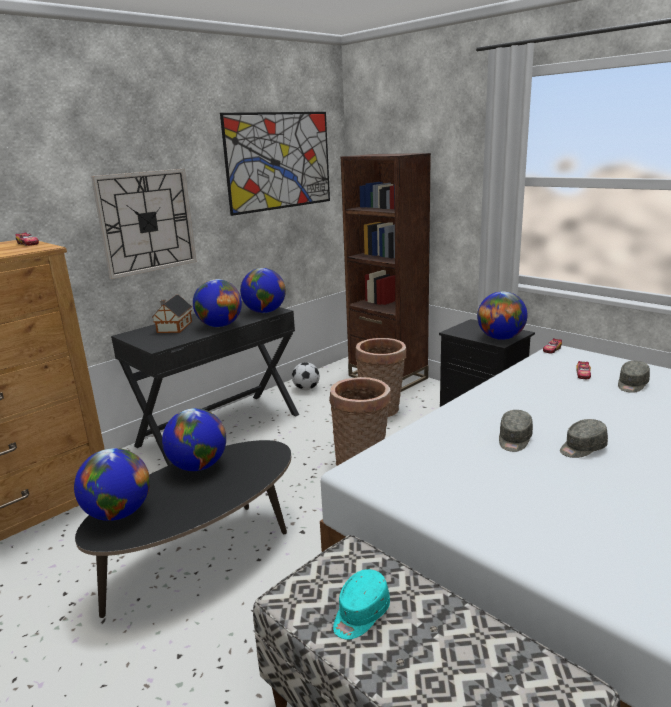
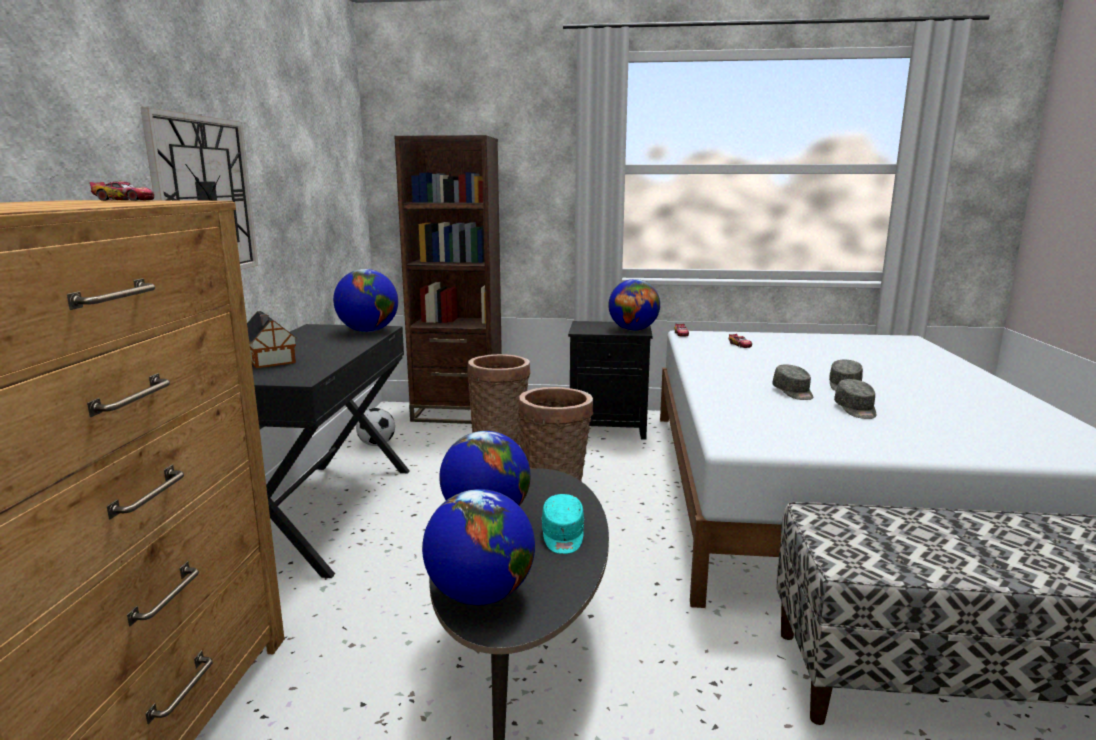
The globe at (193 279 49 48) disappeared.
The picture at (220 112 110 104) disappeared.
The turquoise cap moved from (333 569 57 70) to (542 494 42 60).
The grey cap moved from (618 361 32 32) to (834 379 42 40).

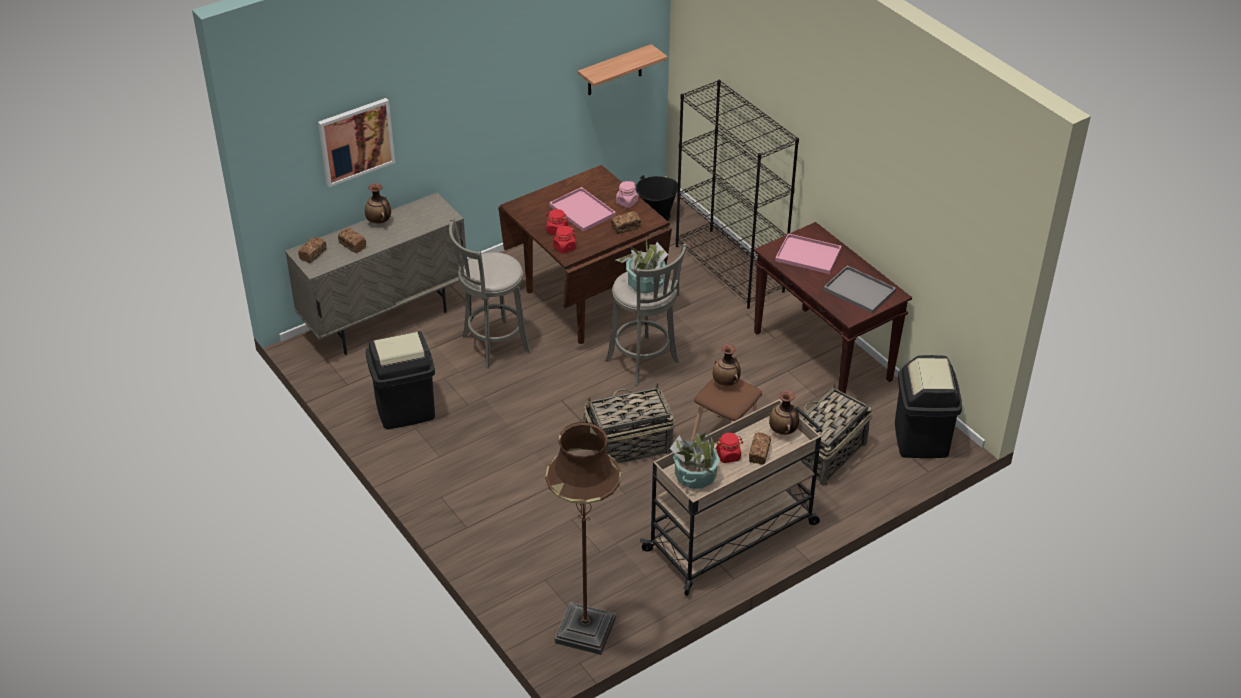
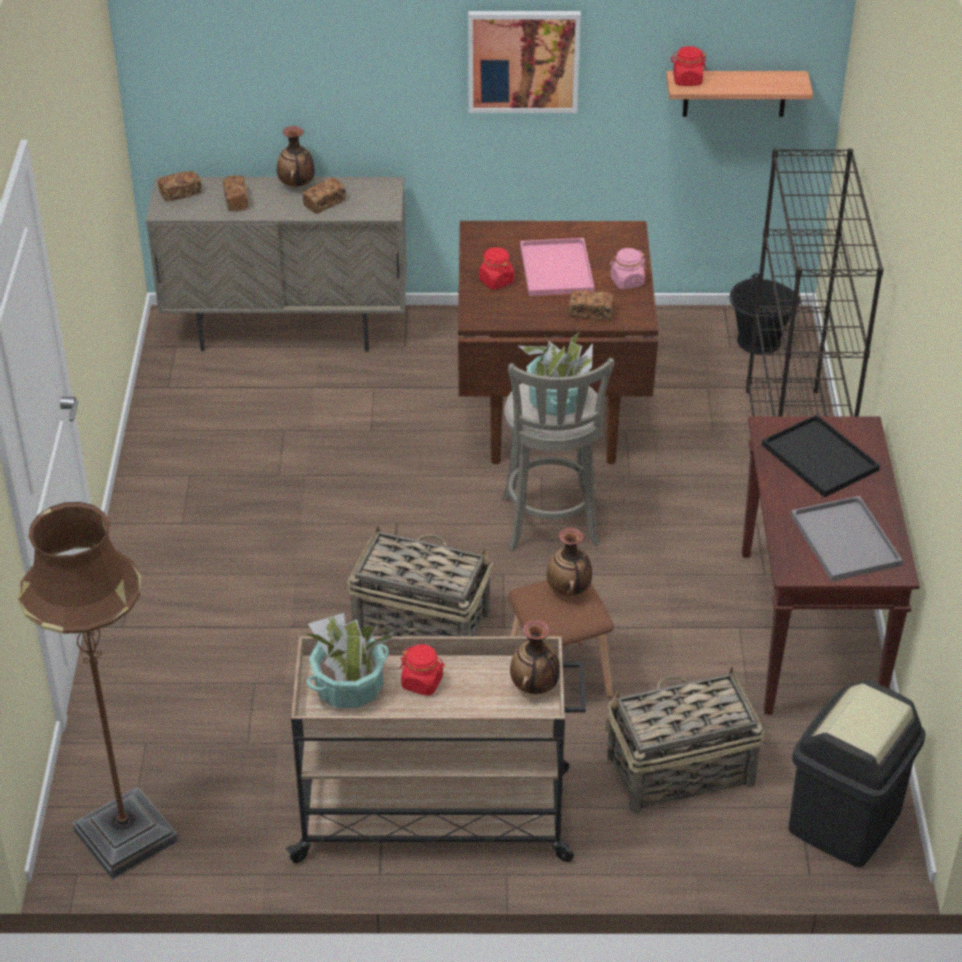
The picture moved from (318 98 77 89) to (468 11 113 102).
The black trash can at (365 331 70 98) disappeared.
The grey stool at (449 219 82 149) disappeared.
The red jar moved from (553 226 23 27) to (670 46 37 40).
The bread moved from (749 432 22 33) to (303 178 43 36).
The pink tray at (775 233 67 41) became the black tray at (762 414 118 84).

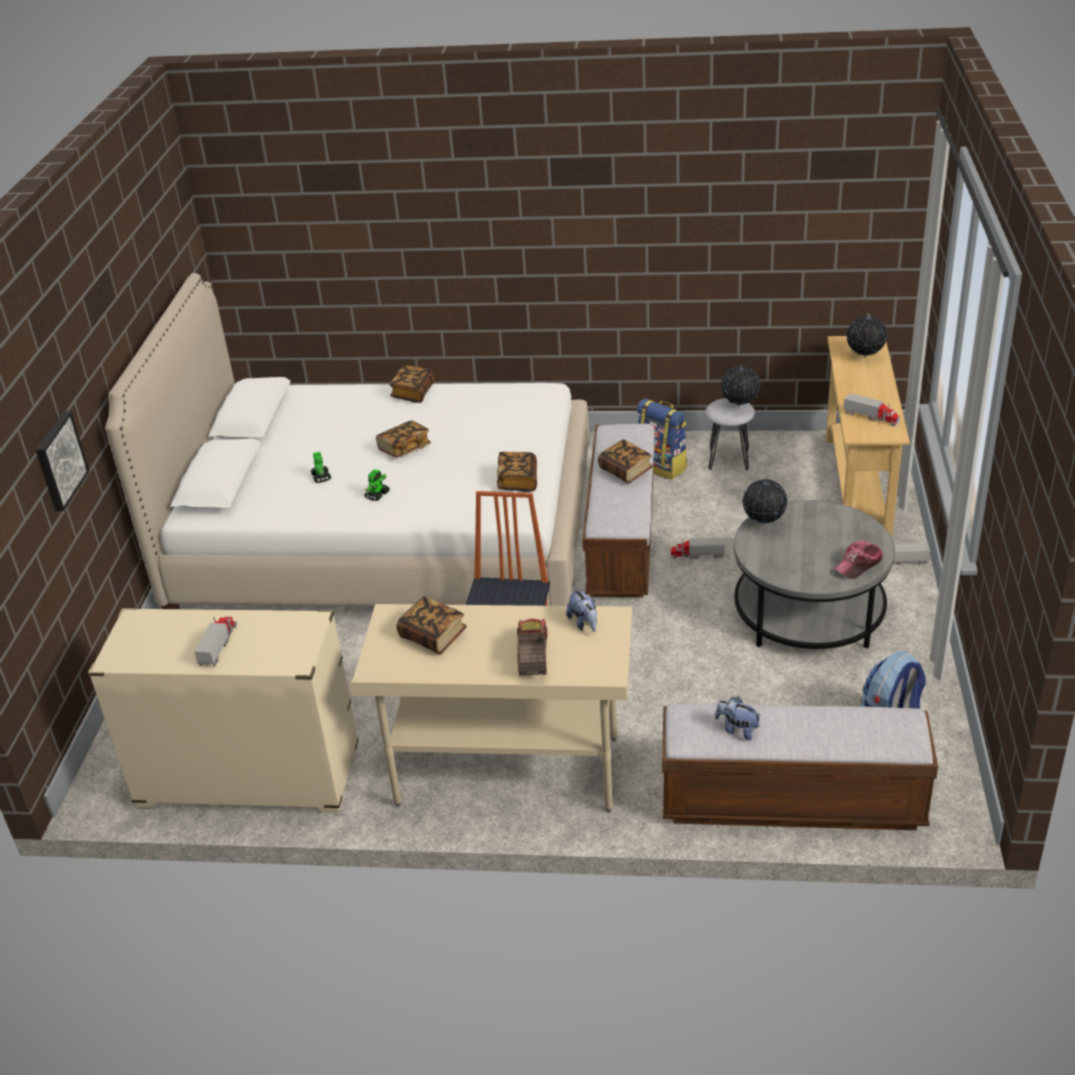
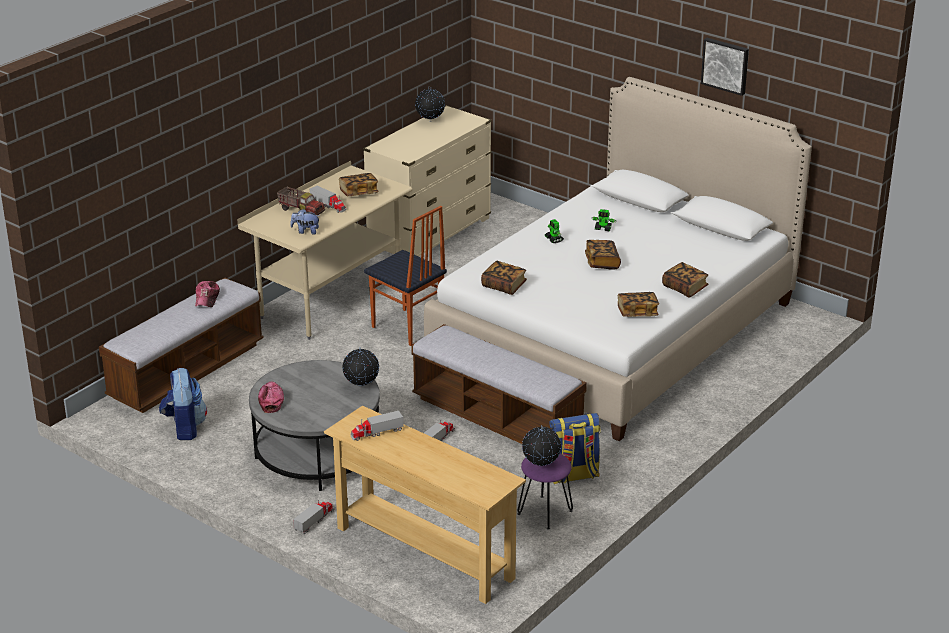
The picture moved from (36 412 54 99) to (701 38 48 58).
The toy truck moved from (195 616 42 51) to (310 186 37 27).
The book moved from (598 439 55 45) to (618 292 41 25).
The grey stool at (705 398 50 72) became the purple stool at (517 454 56 76).
The plush toy at (715 696 47 44) was replaced by the cap at (195 281 25 26).
The globe moved from (847 313 40 45) to (415 86 30 35).

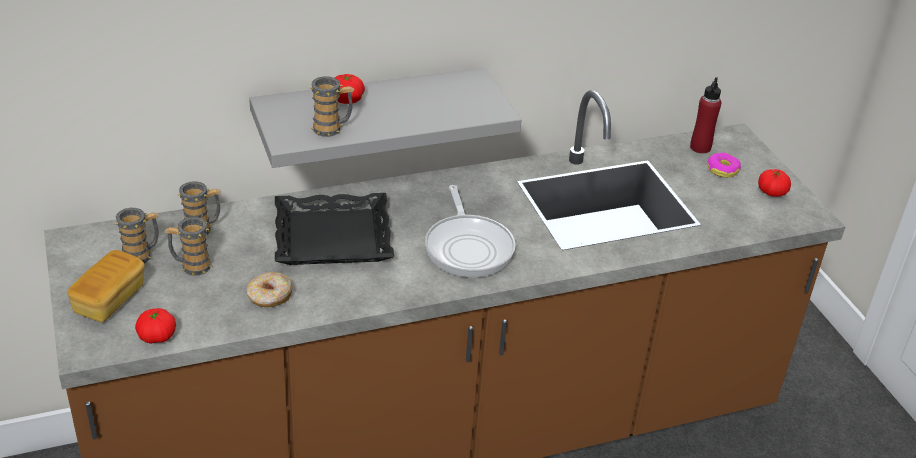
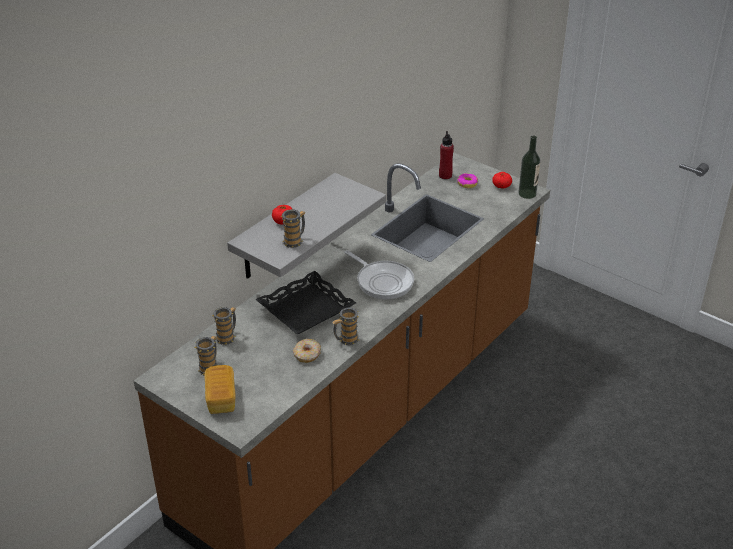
The tomato at (135 308 41 36) disappeared.
The mug moved from (165 217 48 59) to (332 307 27 38).
The bottle at (518 135 22 64) appeared.

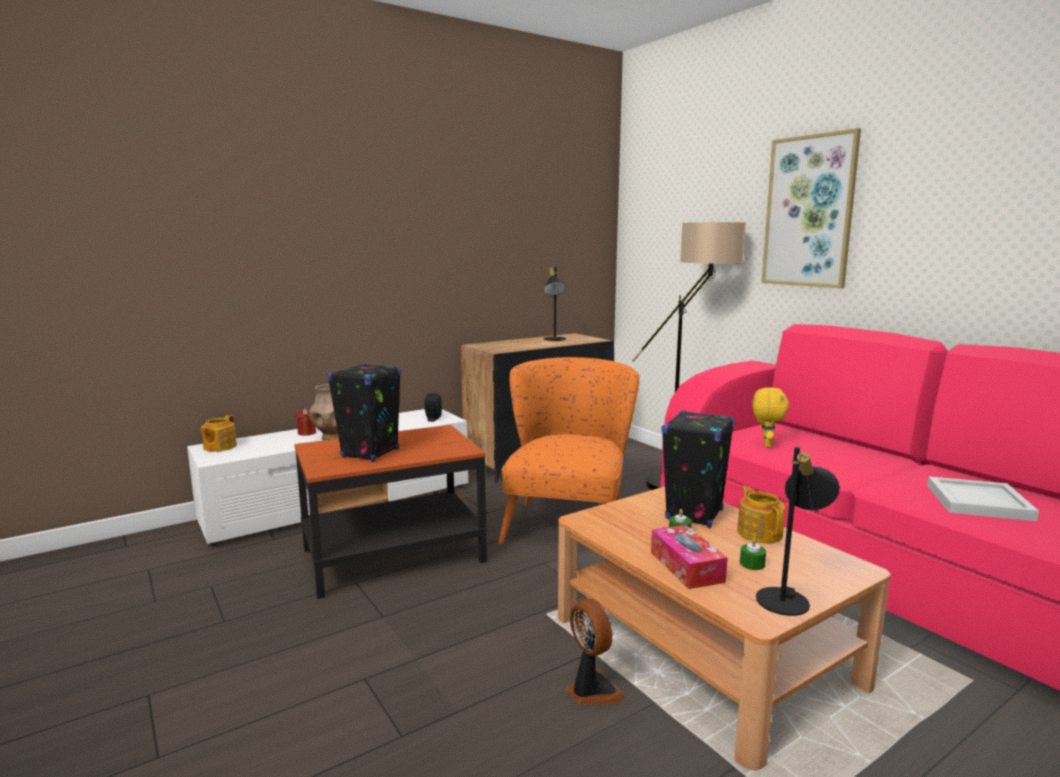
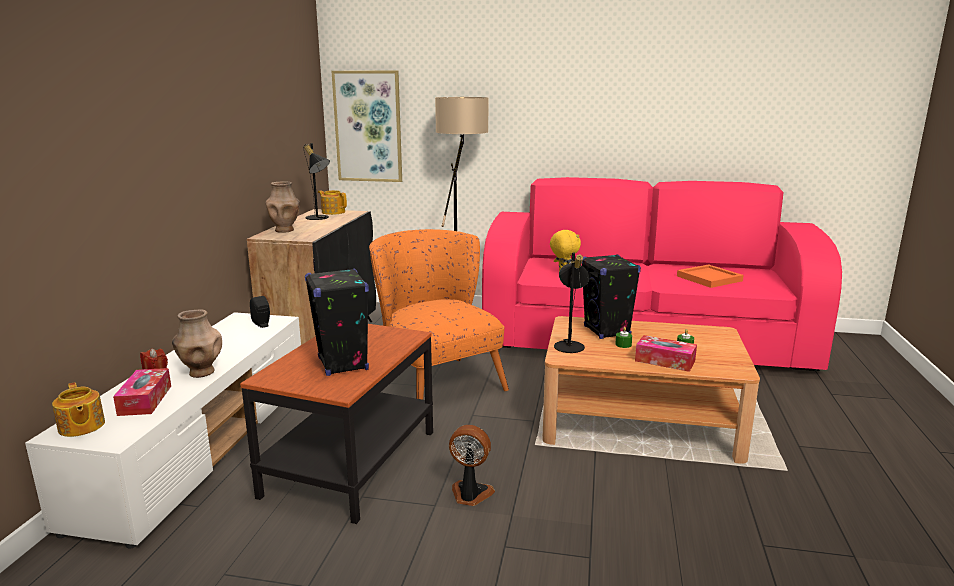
The fan moved from (567 598 58 107) to (449 425 46 81).
The teapot moved from (737 486 48 57) to (318 190 29 25).
The black table lamp moved from (756 447 84 169) to (554 252 35 101).
The picture moved from (762 128 99 160) to (331 71 71 111).
The white tray at (927 476 112 45) became the orange tray at (677 264 67 24).
The tissue box at (113 368 58 48) appeared.
The brown vase at (266 181 34 52) appeared.

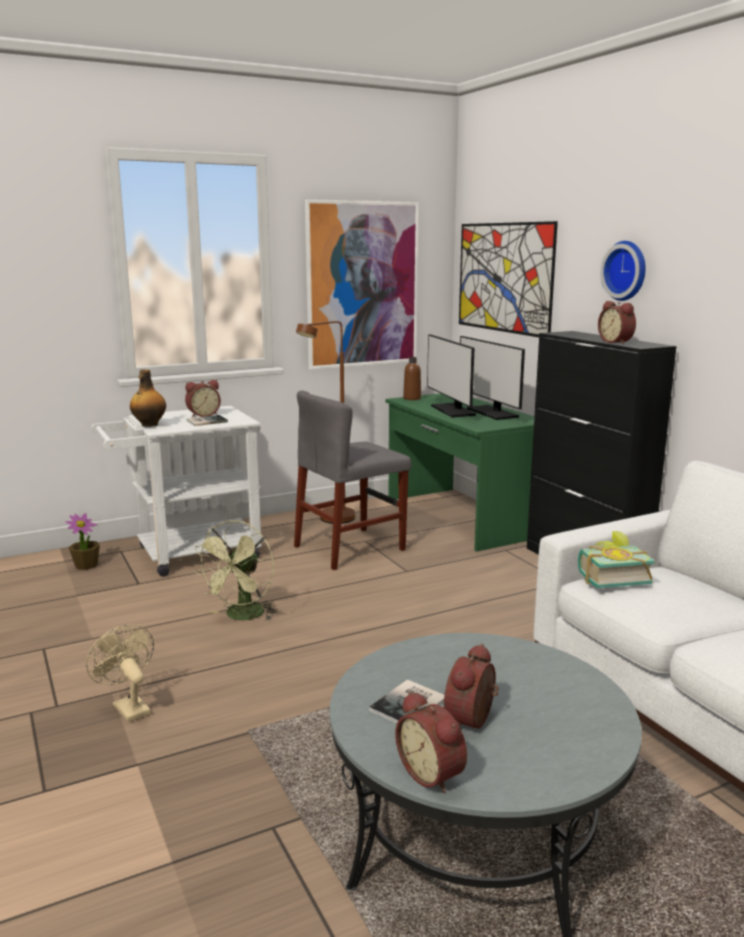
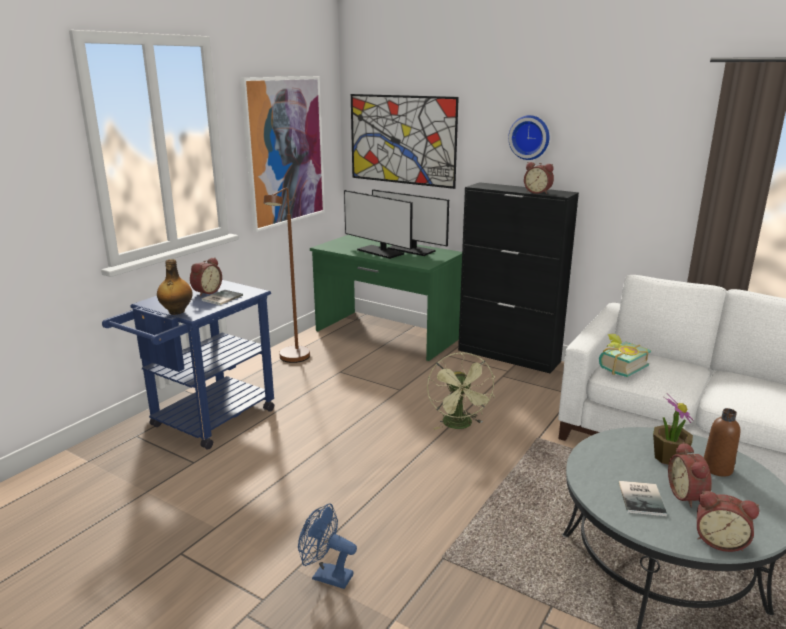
The potted plant moved from (65 513 35 57) to (653 395 40 70).
The beige fan at (86 625 68 97) became the blue fan at (298 503 59 86).
The white cart at (91 406 173 171) became the blue cart at (102 280 173 170).
The green fan moved from (193 520 84 100) to (427 352 68 78).
The grey chair at (294 391 117 179) disappeared.
The brown bottle moved from (403 357 18 43) to (704 408 36 69).

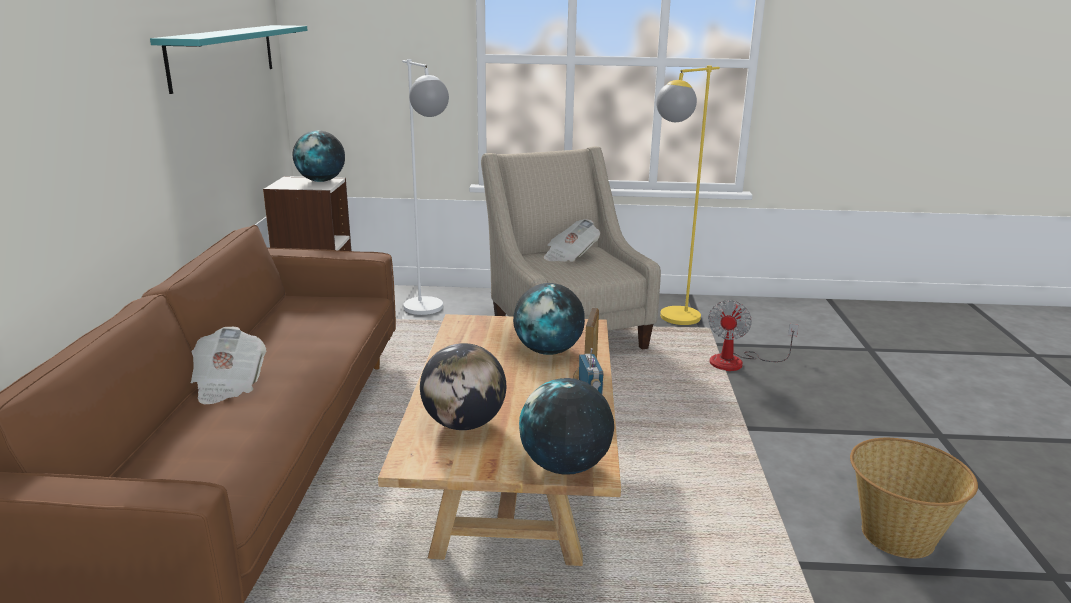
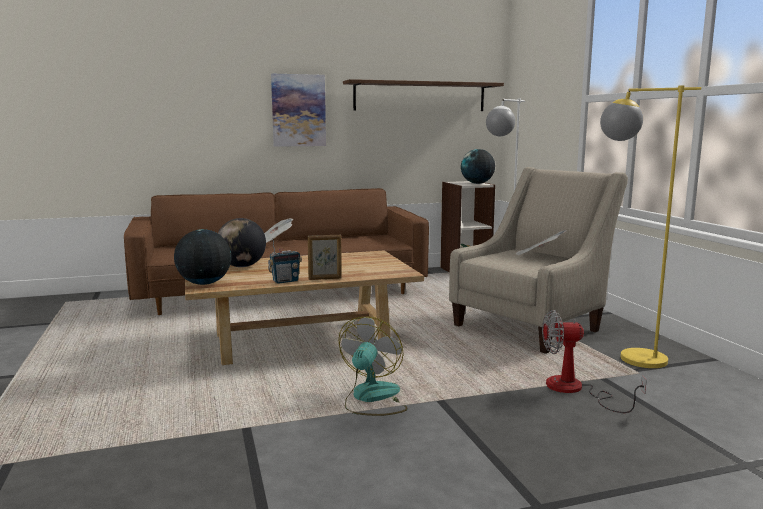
The turquoise shelf at (150 25 158 69) became the brown shelf at (343 79 161 32).
The globe at (513 283 72 72) disappeared.
The basket at (850 438 128 121) disappeared.
The picture at (271 74 55 73) appeared.
The fan at (338 317 70 99) appeared.

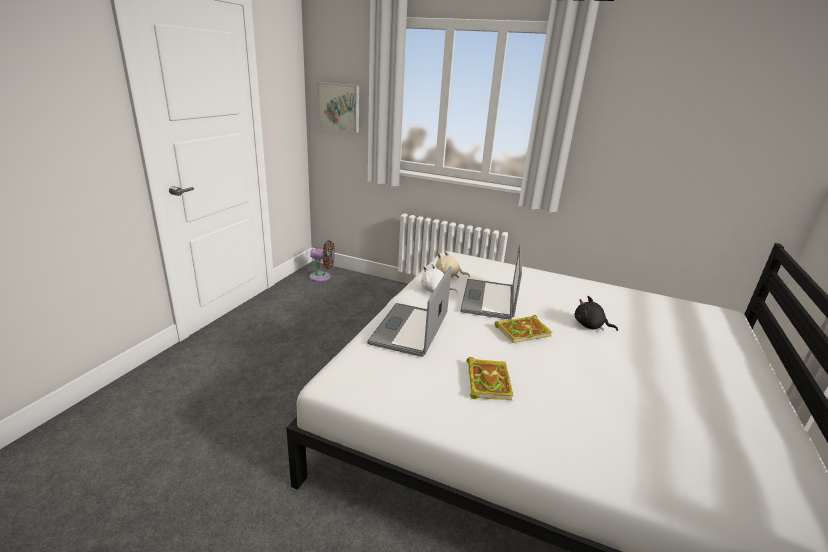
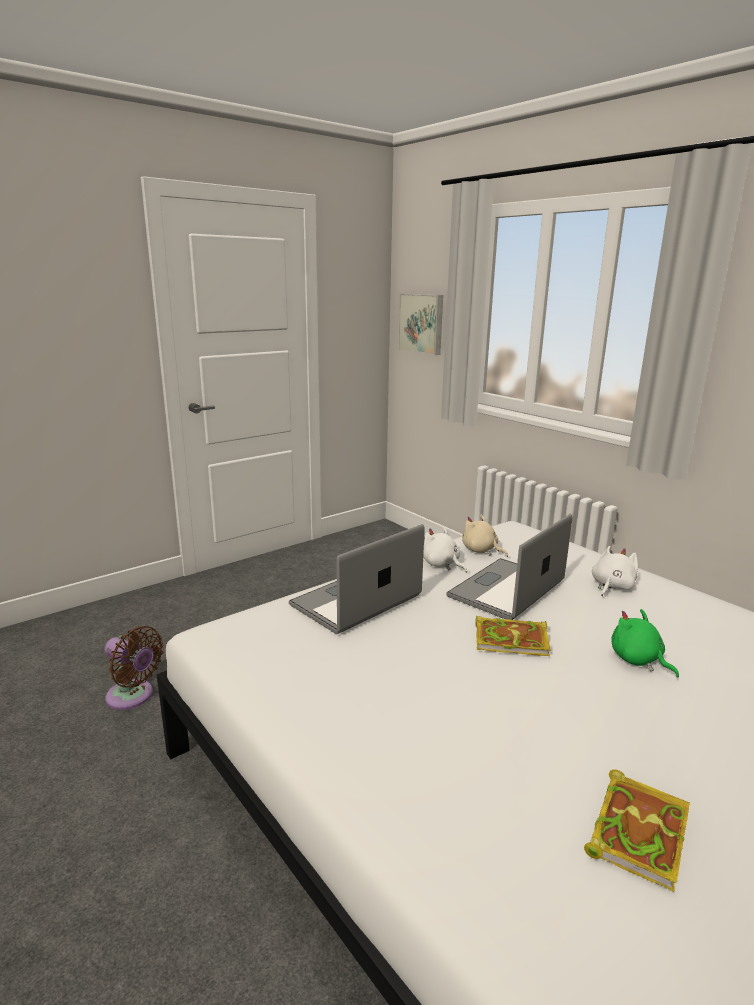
The brown fan moved from (309 240 26 42) to (105 626 59 84).
The book moved from (467 357 47 44) to (584 769 106 123).
The black plush toy at (575 296 43 35) became the green plush toy at (611 609 68 69).
The white plush toy at (592 546 46 50) appeared.

